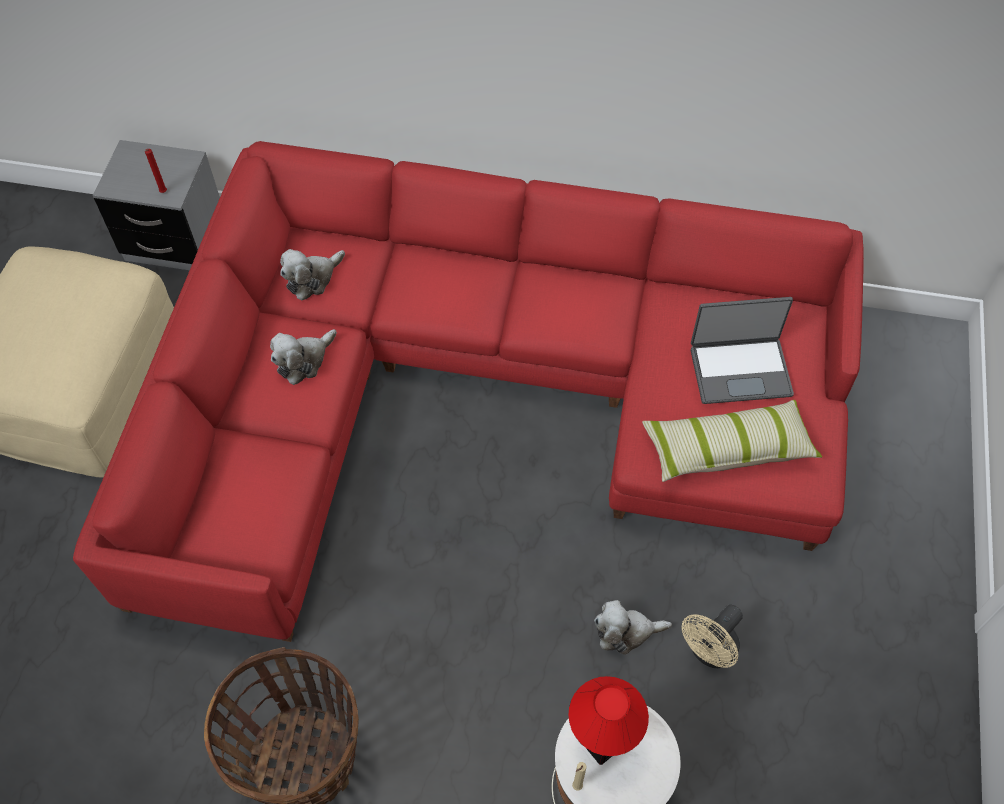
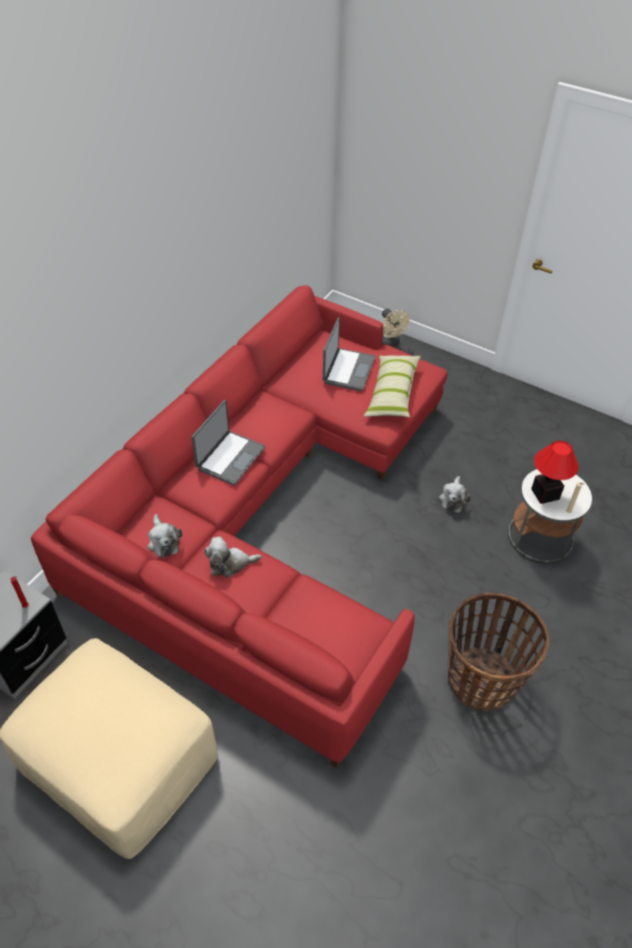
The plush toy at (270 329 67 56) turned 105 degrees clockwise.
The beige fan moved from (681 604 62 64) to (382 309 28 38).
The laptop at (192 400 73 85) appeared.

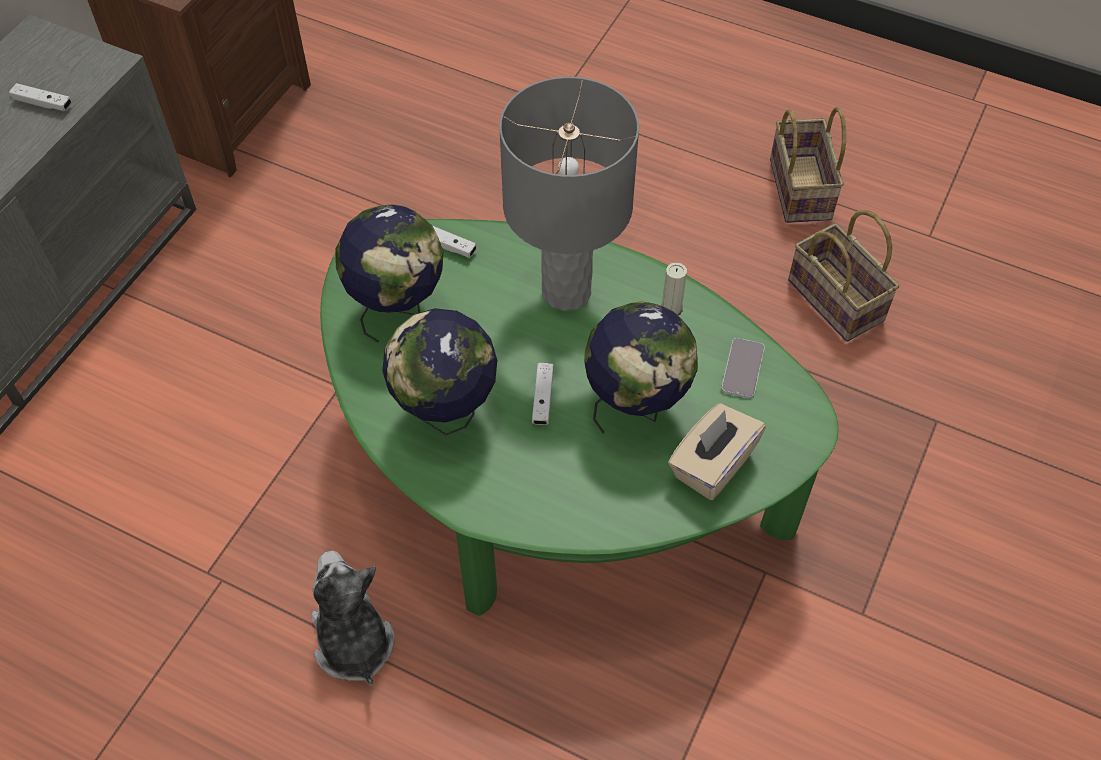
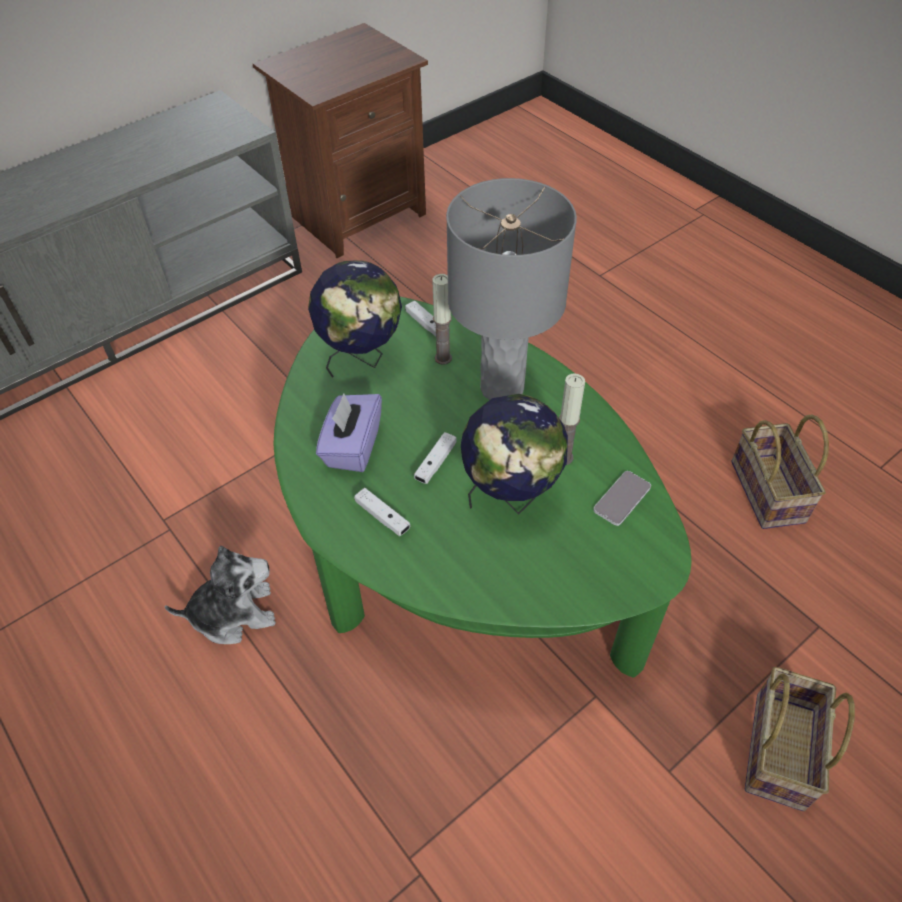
The white game controller moved from (9 83 63 28) to (354 488 56 48).
The plush toy at (311 551 83 135) turned 75 degrees clockwise.
The globe at (382 308 115 128) was replaced by the purple tissue box at (316 394 66 78).
The beige tissue box at (668 403 98 97) disappeared.
The basket moved from (770 107 76 116) to (745 667 110 144).
The candle at (432 274 20 91) appeared.

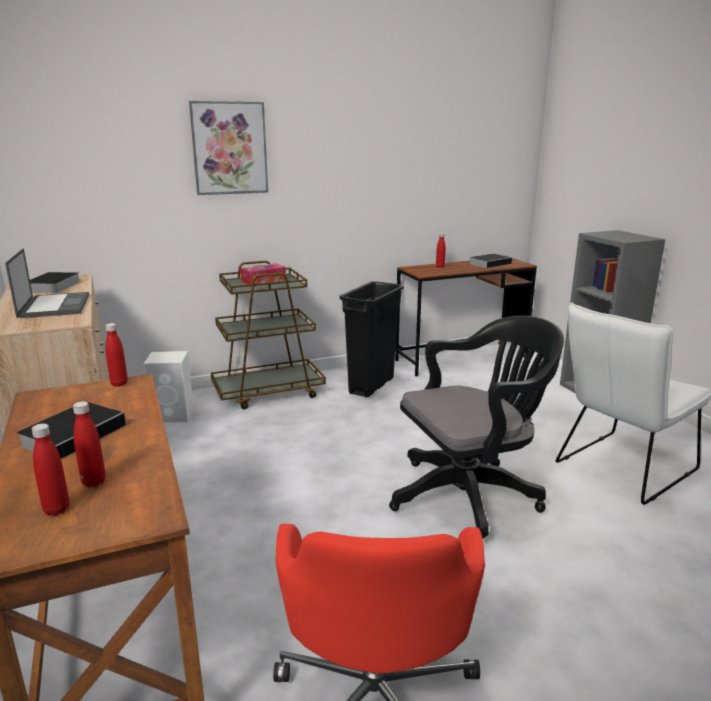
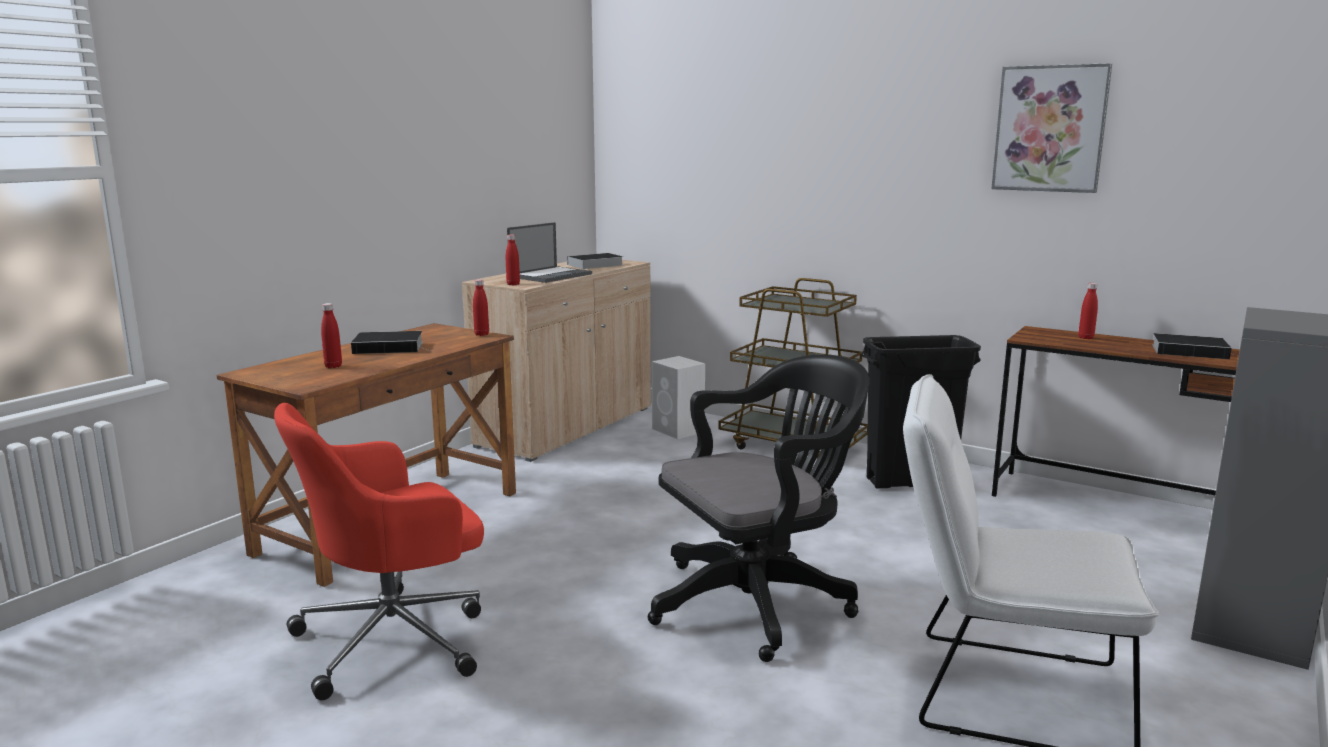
The red bottle moved from (32 423 37 93) to (506 235 14 50).
The picture moved from (189 101 79 94) to (991 63 121 130).
The tissue box at (240 263 46 22) disappeared.
The black office chair at (389 316 175 223) turned 60 degrees counterclockwise.

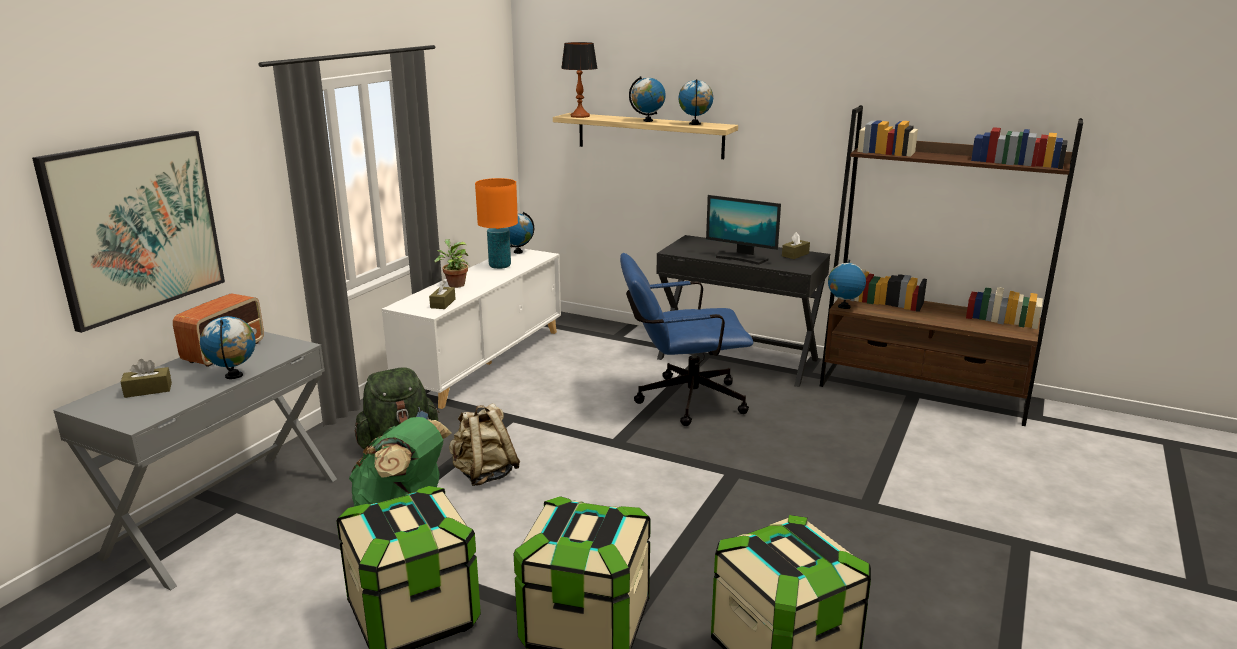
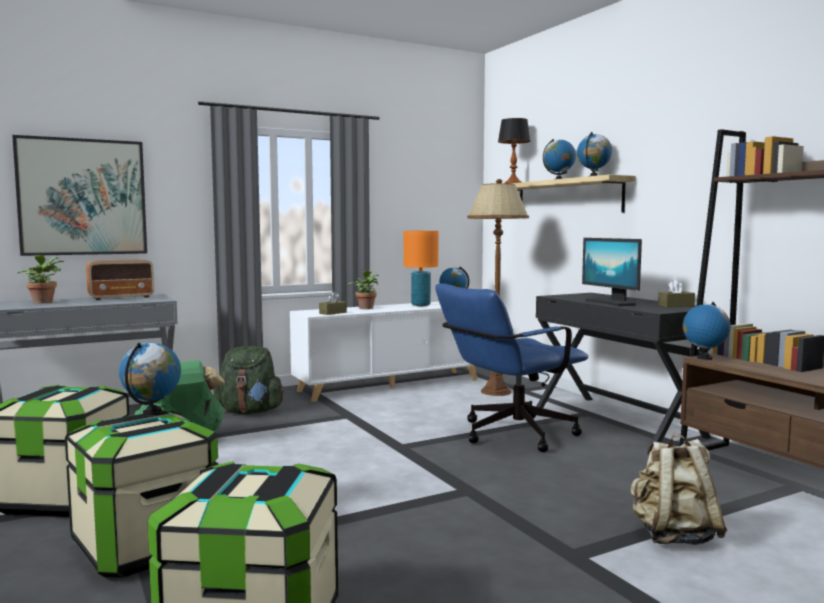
The brown tissue box at (121 359 51 39) was replaced by the potted plant at (17 255 47 49).
The globe moved from (200 316 56 63) to (119 343 62 72).
The beige backpack moved from (449 403 71 83) to (631 434 97 111).
The blue office chair at (620 253 133 173) turned 60 degrees counterclockwise.
The brown floor lamp at (467 179 62 217) appeared.

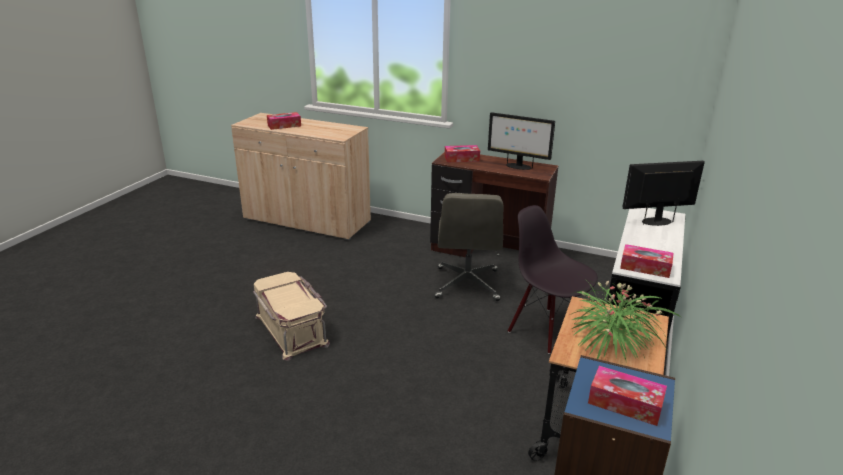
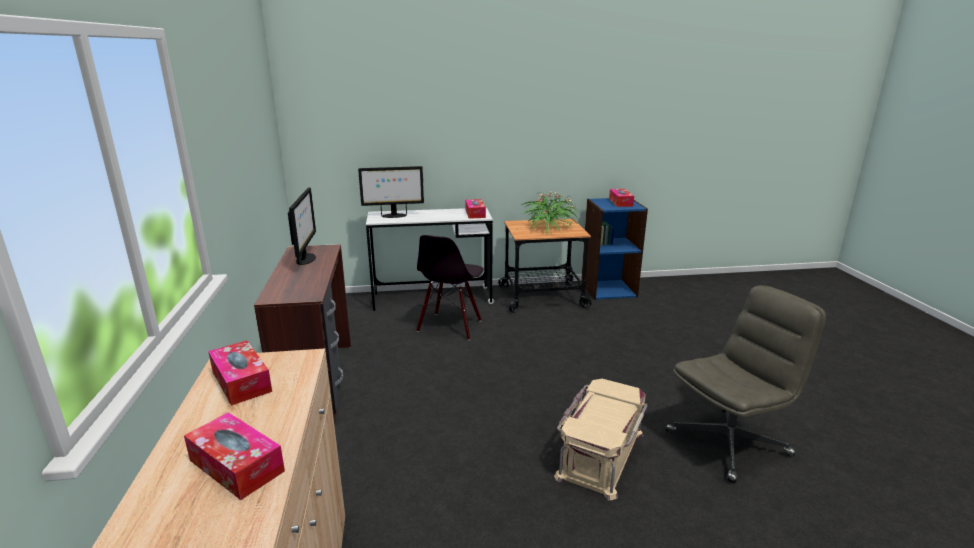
The grey office chair moved from (435 193 68 108) to (666 285 160 198).
The tissue box moved from (445 145 35 17) to (208 341 64 65).
The monitor at (622 161 83 65) turned 60 degrees counterclockwise.

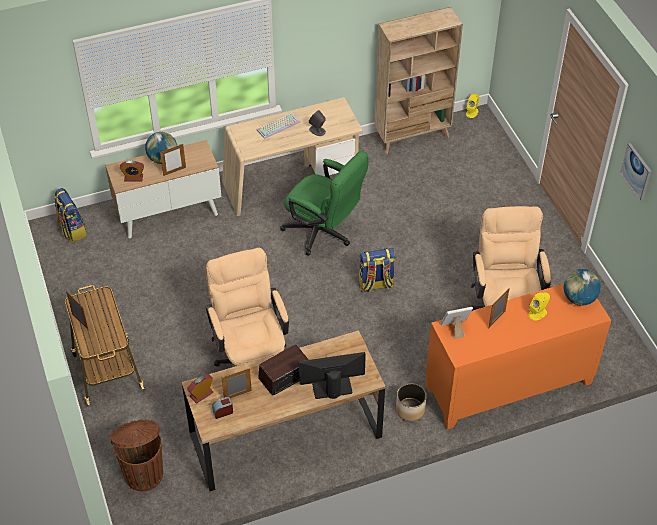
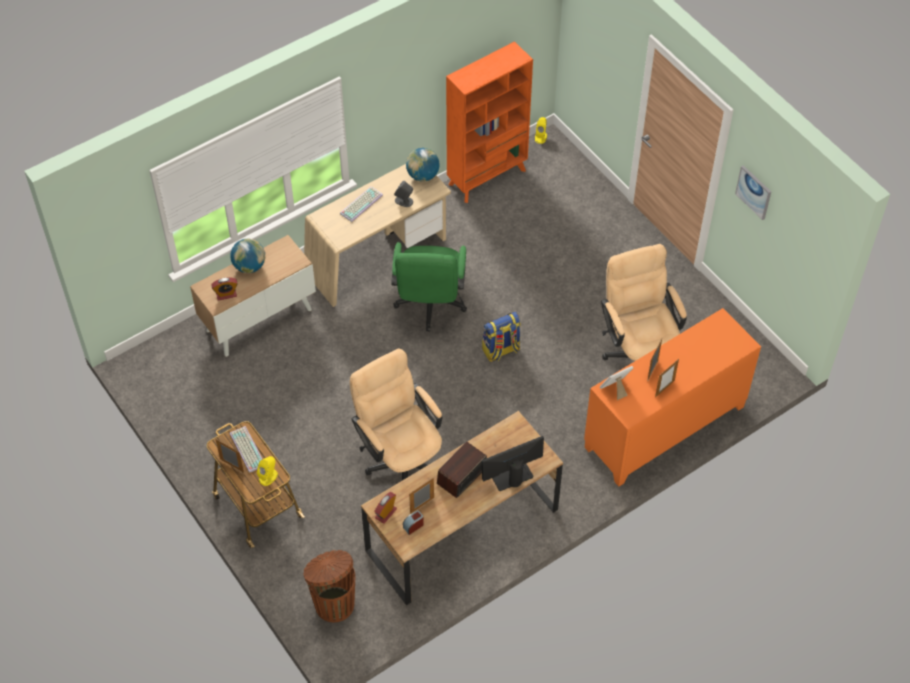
The backpack at (54 188 33 54) disappeared.
The picture frame moved from (160 144 26 32) to (655 359 24 39).
The green office chair at (280 151 89 105) turned 75 degrees clockwise.
The beige bookcase at (374 7 89 147) became the orange bookcase at (446 41 87 162).
The planter at (396 383 30 38) disappeared.
The yellow speaker moved from (528 292 22 29) to (257 456 21 30).
The globe moved from (564 269 37 37) to (406 148 34 34).
The keyboard at (230 426 32 47) appeared.

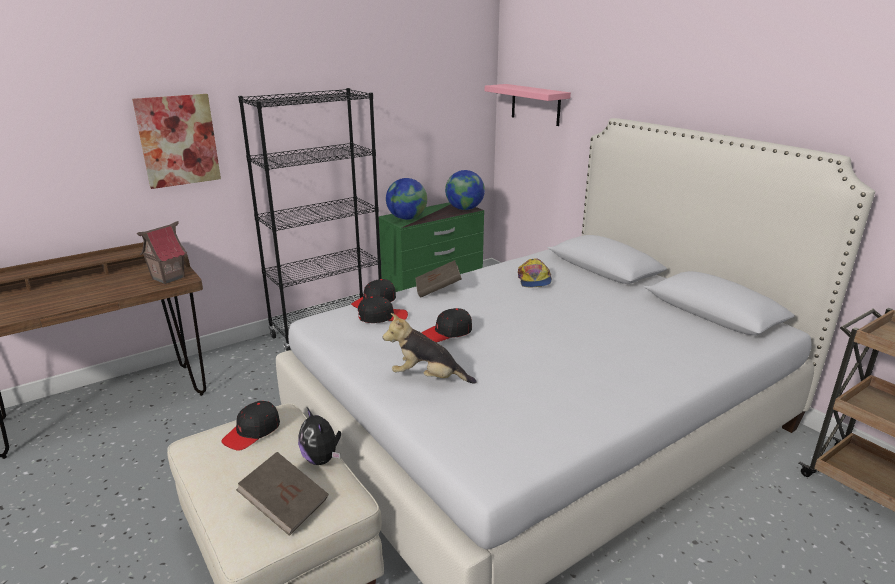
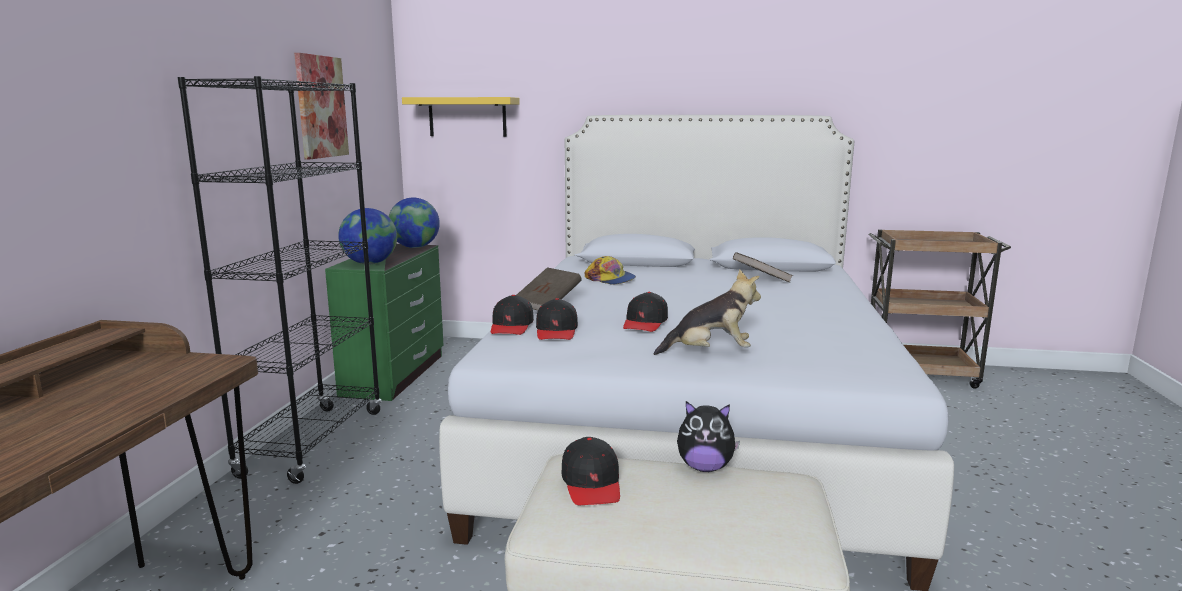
The picture moved from (132 94 89 95) to (294 53 55 106).
The toy house at (137 221 50 63) disappeared.
The brown book moved from (236 452 92 84) to (733 252 60 31).
The black cap at (358 296 50 27) turned 150 degrees clockwise.
The plush toy at (383 313 93 71) turned 150 degrees counterclockwise.
The pink shelf at (485 84 86 42) became the yellow shelf at (402 97 118 40).

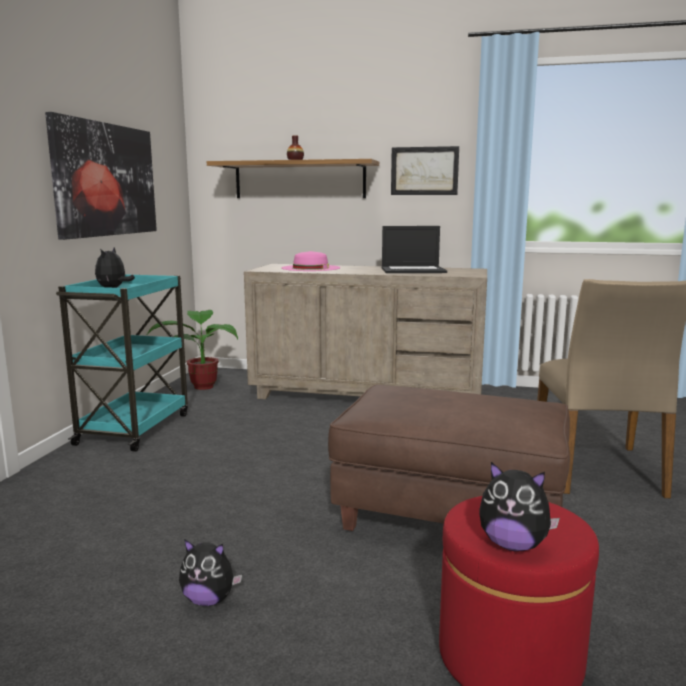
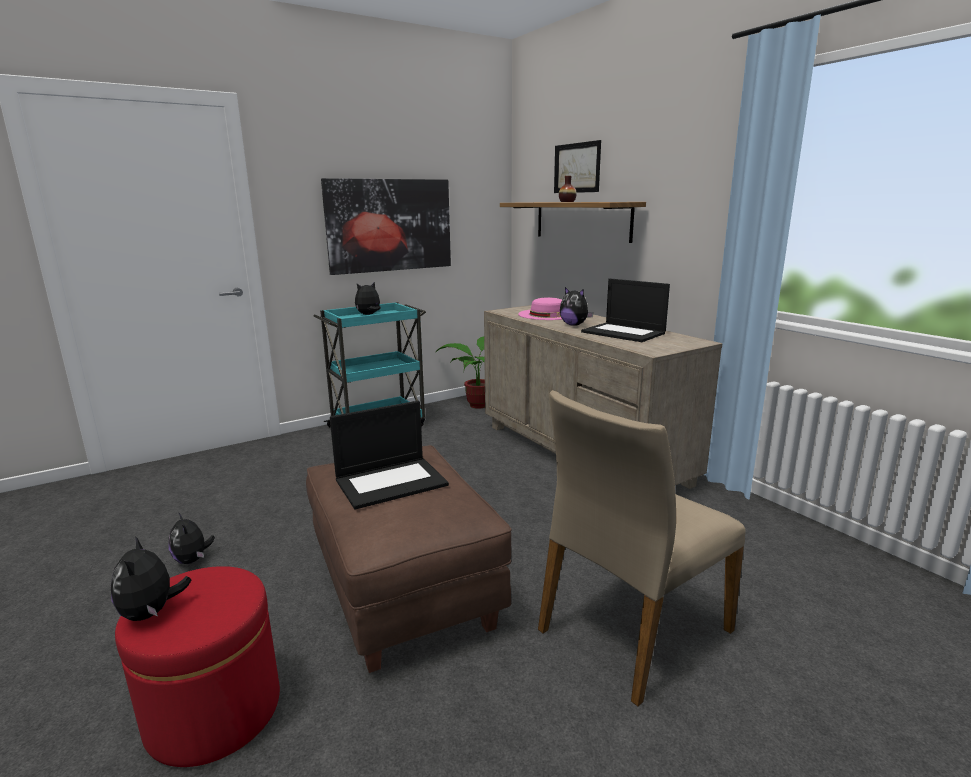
The picture moved from (391 146 68 49) to (554 140 47 53).
The laptop at (330 401 119 109) appeared.
The plush toy at (560 287 33 39) appeared.

